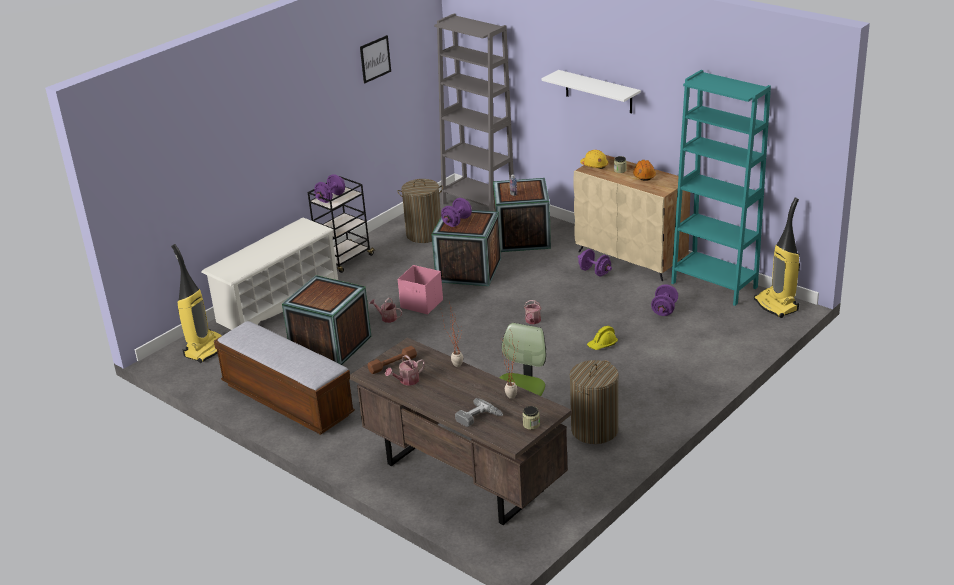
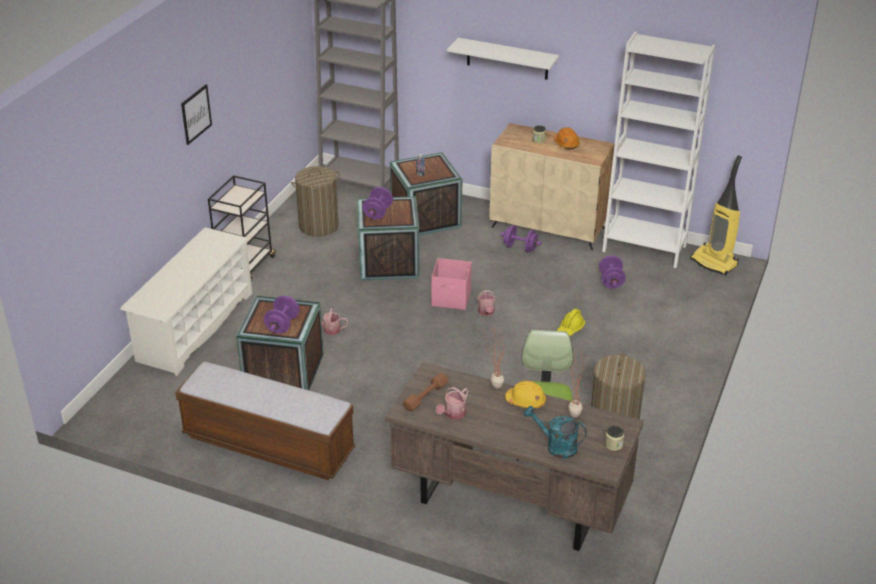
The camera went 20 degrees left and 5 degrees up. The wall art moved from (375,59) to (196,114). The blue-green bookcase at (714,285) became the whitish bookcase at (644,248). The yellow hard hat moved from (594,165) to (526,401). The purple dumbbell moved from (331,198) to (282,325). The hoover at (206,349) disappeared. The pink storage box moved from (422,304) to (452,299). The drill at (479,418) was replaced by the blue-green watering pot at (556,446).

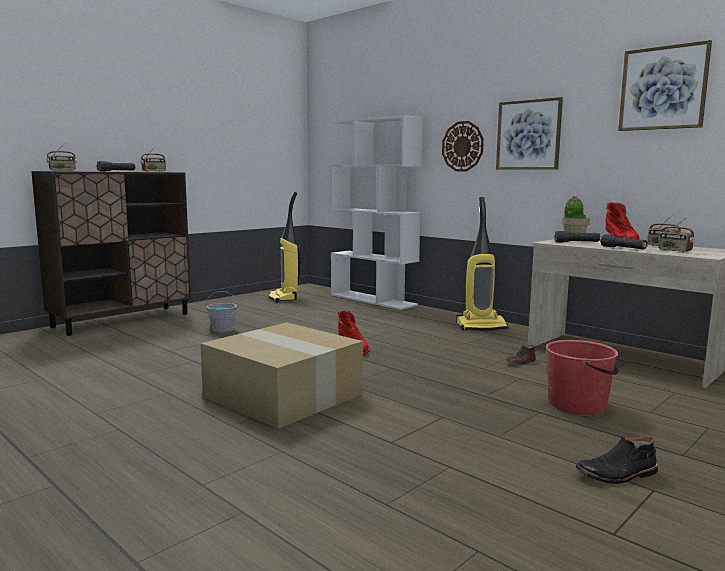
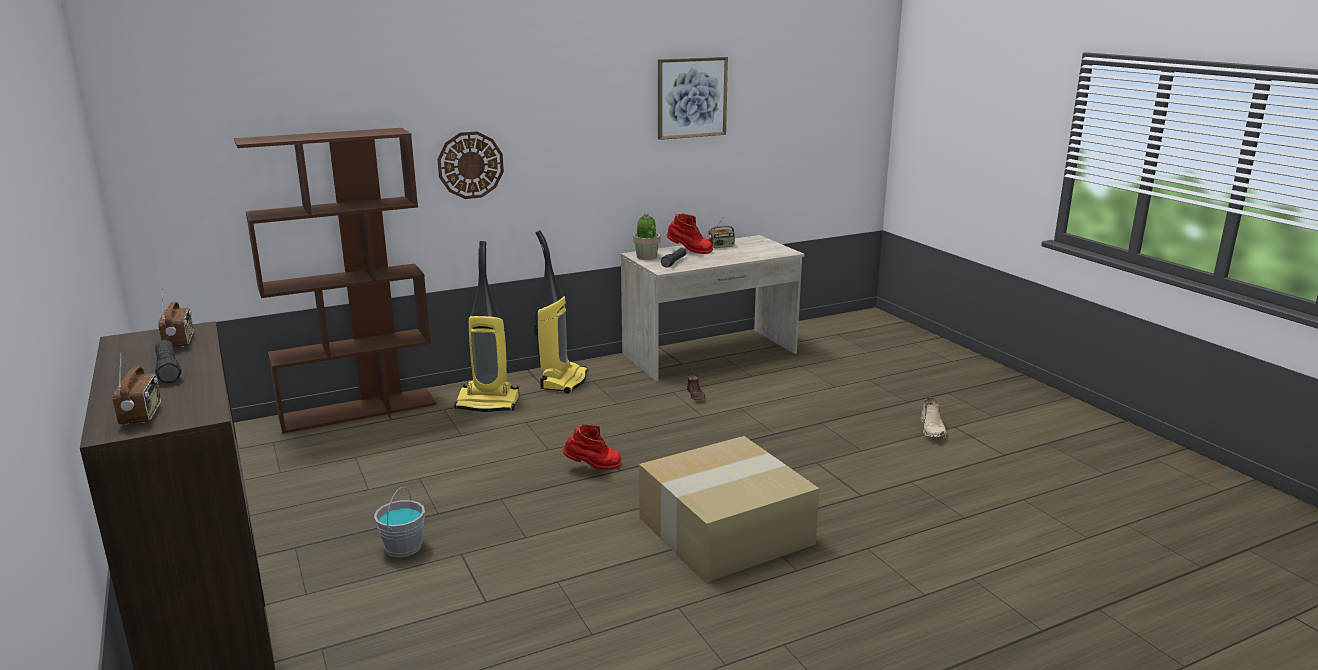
The camera went 70 degrees left and 10 degrees up. The wall art at (528,135) disappeared. The whitish bookcase at (373,300) became the brownish bookcase at (359,410). The hoover moved from (284,298) to (489,403). The radio at (674,251) disappeared. The black-coloured hand torch at (623,248) disappeared. The red-coloured pail at (578,404) disappeared. The black-coloured high-top boot at (617,475) became the beige high-top boot at (932,430).

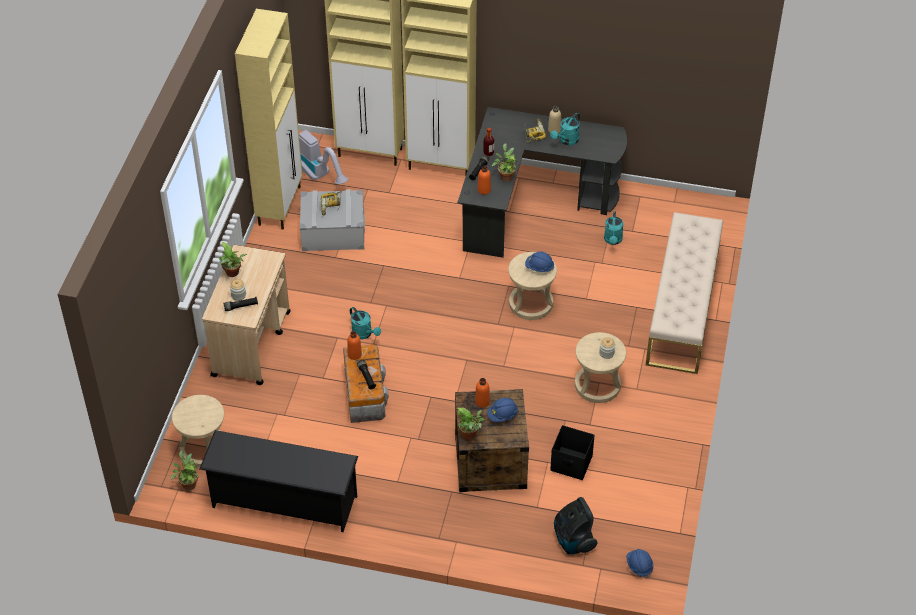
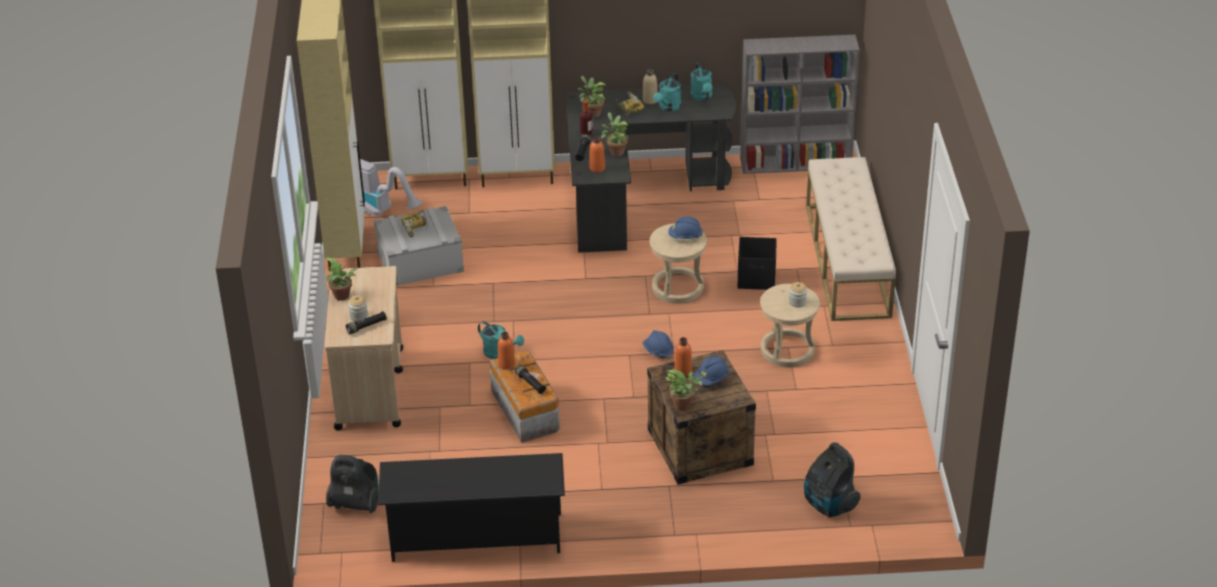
The camera went 15 degrees left and 10 degrees down. The blue-green watering pot moved from (613,240) to (702,97). The beige sitting stool at (203,448) was replaced by the hoover at (356,504). The black-coloured storage box moved from (571,464) to (757,279). The houseplant moved from (188,484) to (592,113). The blue-coloured hard hat moved from (639,566) to (658,351). The gray bookcase at (796,163) appeared.

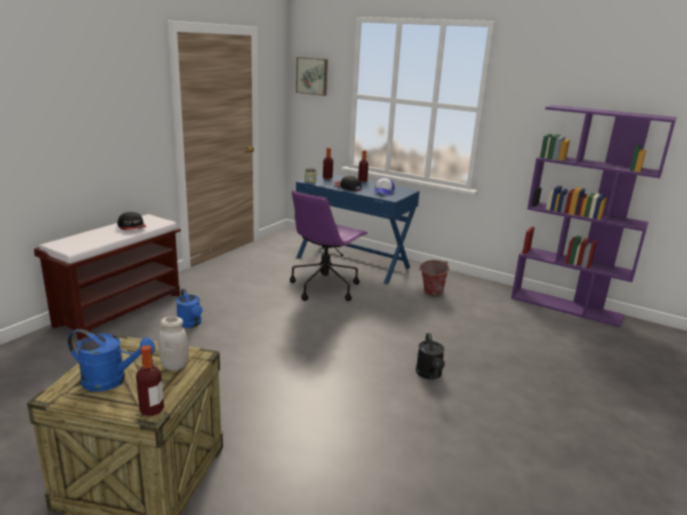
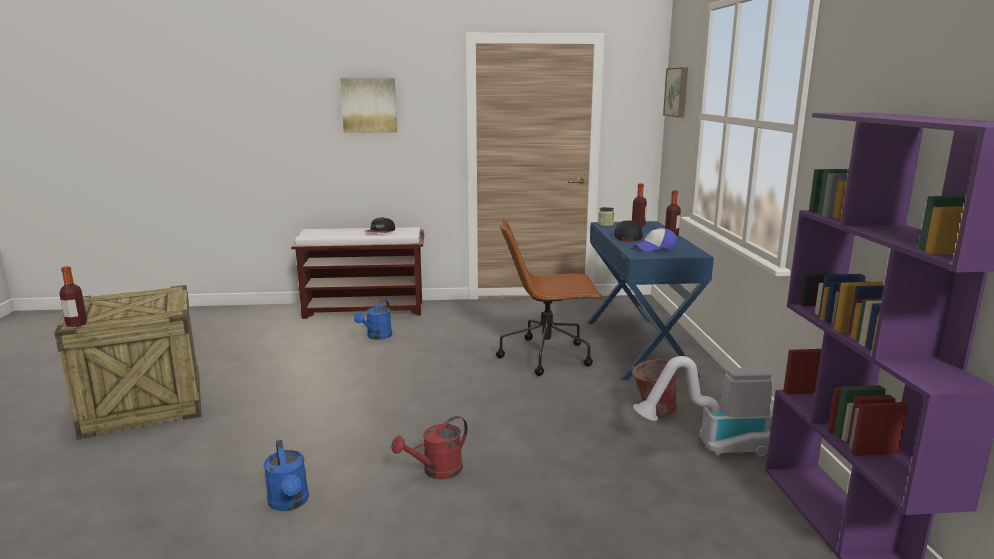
The camera went 55 degrees right and 5 degrees down. The purple computer chair at (325,287) became the brownish computer chair at (547,355). The whitish jar at (175,366) disappeared. The blue-coloured watering pot moved from (111,381) to (290,503). The black-coloured watering pot at (429,375) became the red-coloured watering pot at (436,471). The wall art at (369,105) appeared. The hoover at (710,447) appeared.

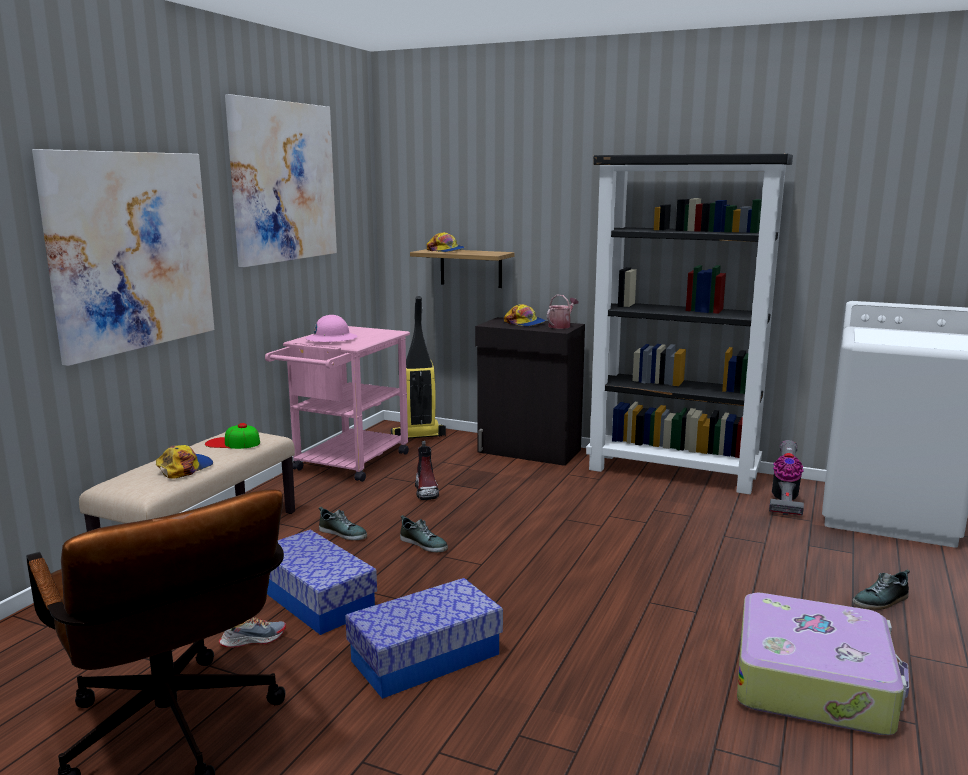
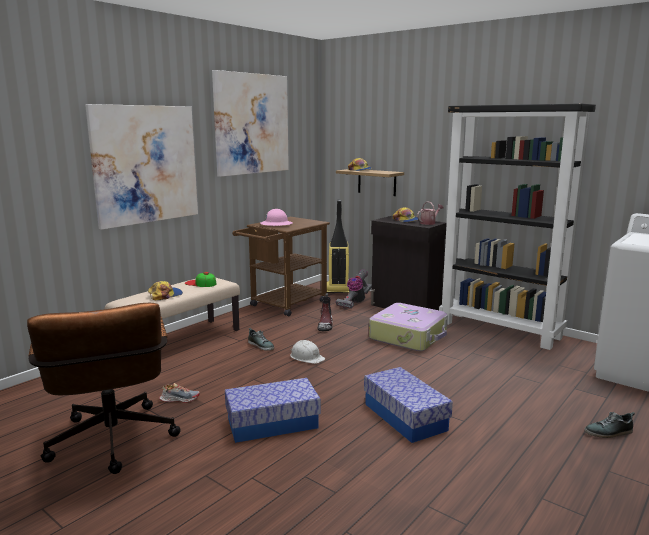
The camera went 15 degrees right and 0 degrees up. The pink trolley at (346,465) became the brownish trolley at (284,305). The hoover moved from (784,501) to (355,302). The low shoe at (424,544) was replaced by the whitish hard hat at (307,357). The storage box moved from (316,600) to (405,417). The travel case moved from (814,681) to (409,336).

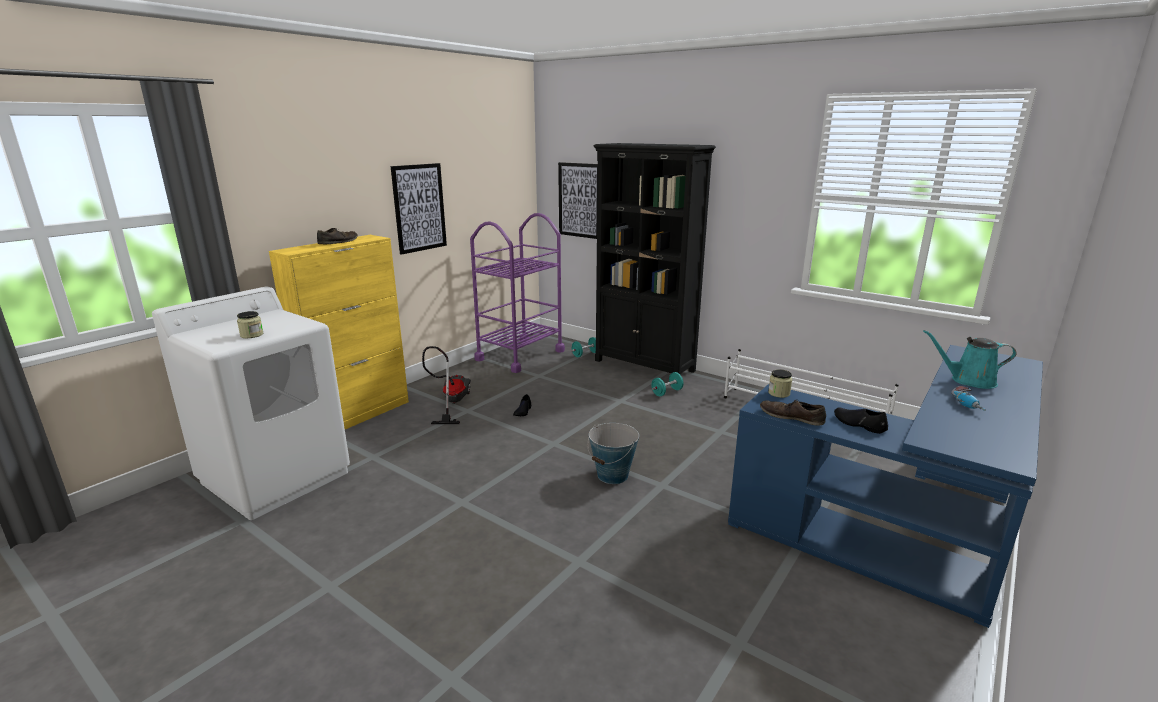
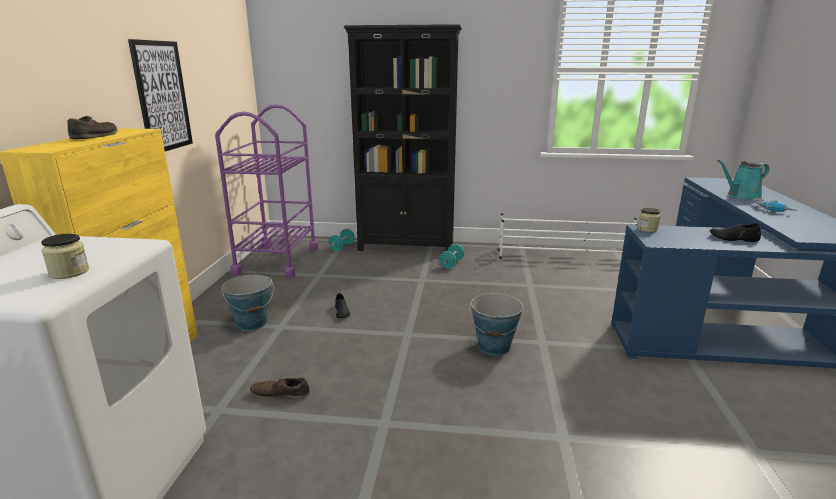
The camera went 30 degrees left and 0 degrees up. The wall art at (579,200) disappeared. The hoover at (451,403) was replaced by the pail at (252,323). The brownish low shoe moved from (791,417) to (280,393).

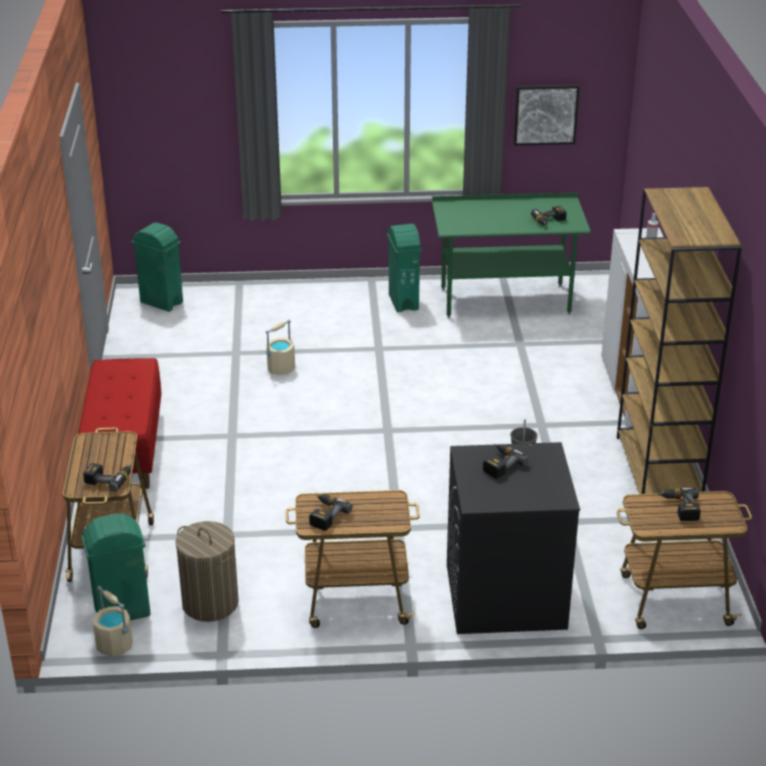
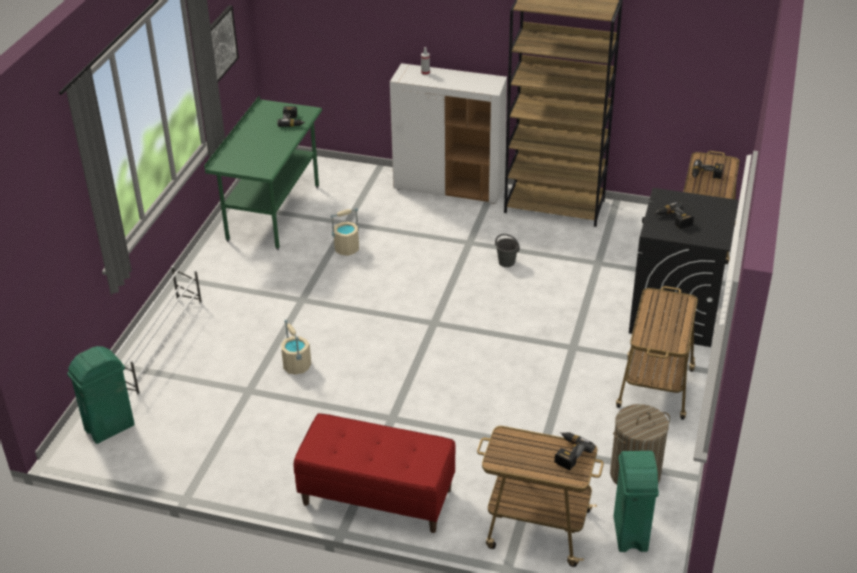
The camera went 70 degrees left and 5 degrees up. The green waste bin at (403,302) disappeared. The drill at (325,515) disappeared. The beige pail moved from (115,645) to (347,248). The whitish shoe shelf at (160,344) appeared.

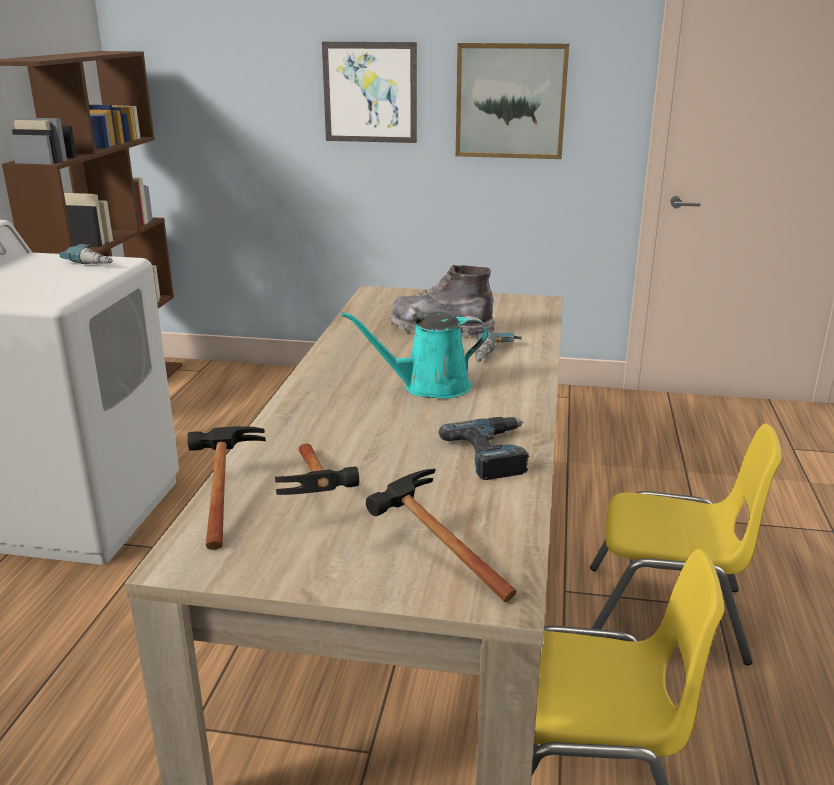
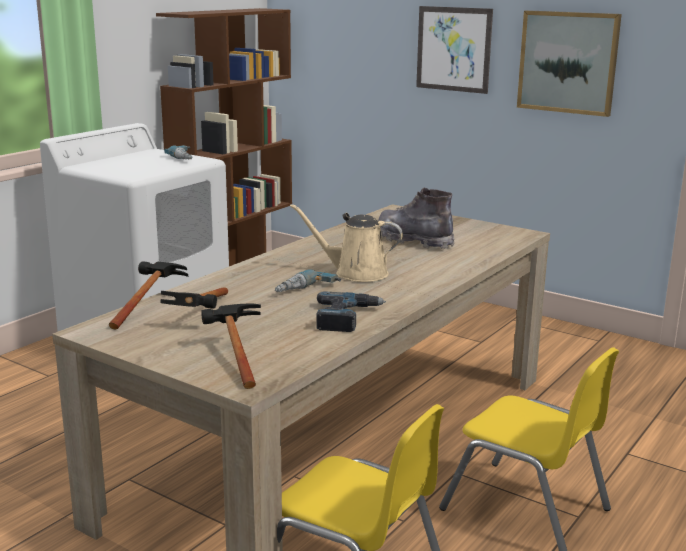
The camera went 25 degrees right and 5 degrees down. The blue-green watering pot at (429,387) became the beige watering pot at (355,273). The drill moved from (496,355) to (307,291).

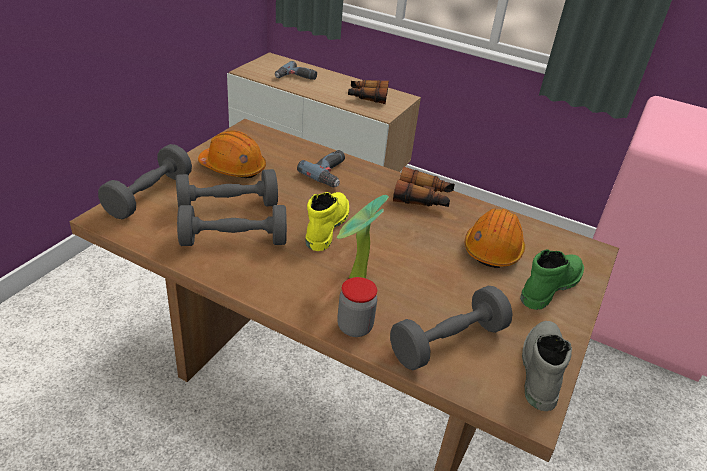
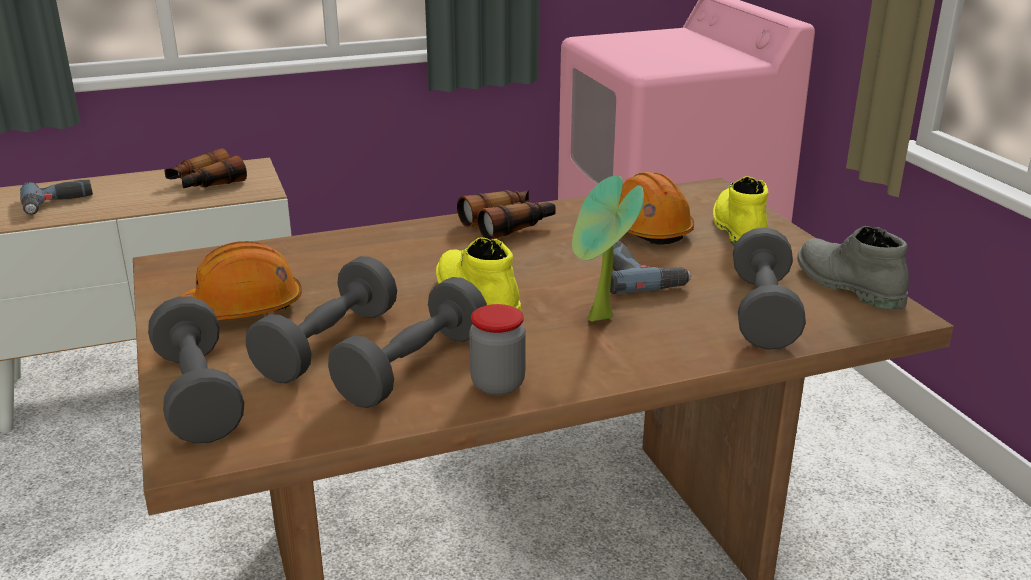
The camera went 45 degrees left and 10 degrees down. The drill moved from (331,173) to (640,276). The green high-top boot at (549,286) became the yellow high-top boot at (737,230). The jar moved from (354,327) to (497,384).

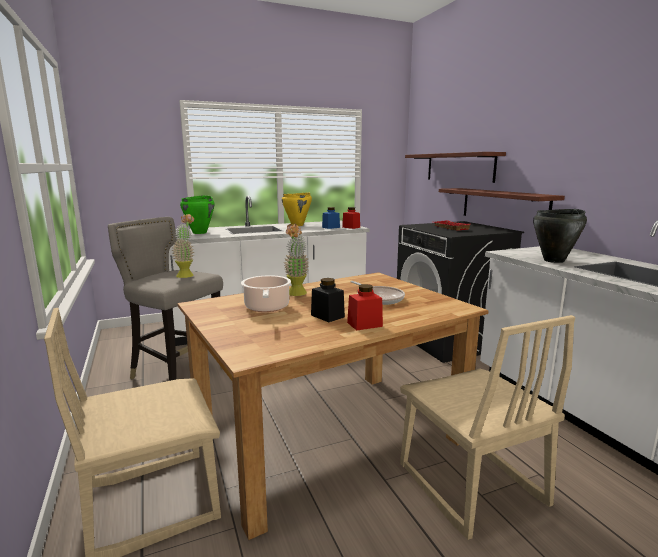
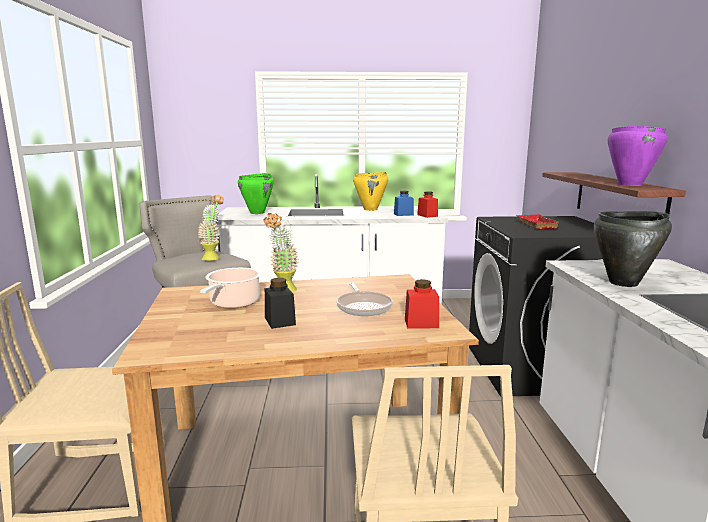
The camera went 20 degrees right and 0 degrees up. The bracket shelf at (459,167) disappeared. The red-coloured jar moved from (364,324) to (421,323). The purple stockpot at (629,185) appeared.

